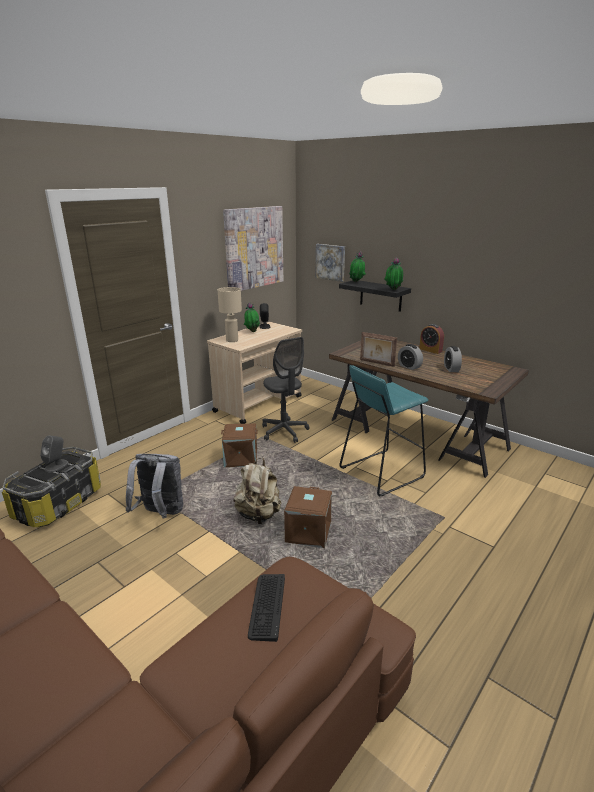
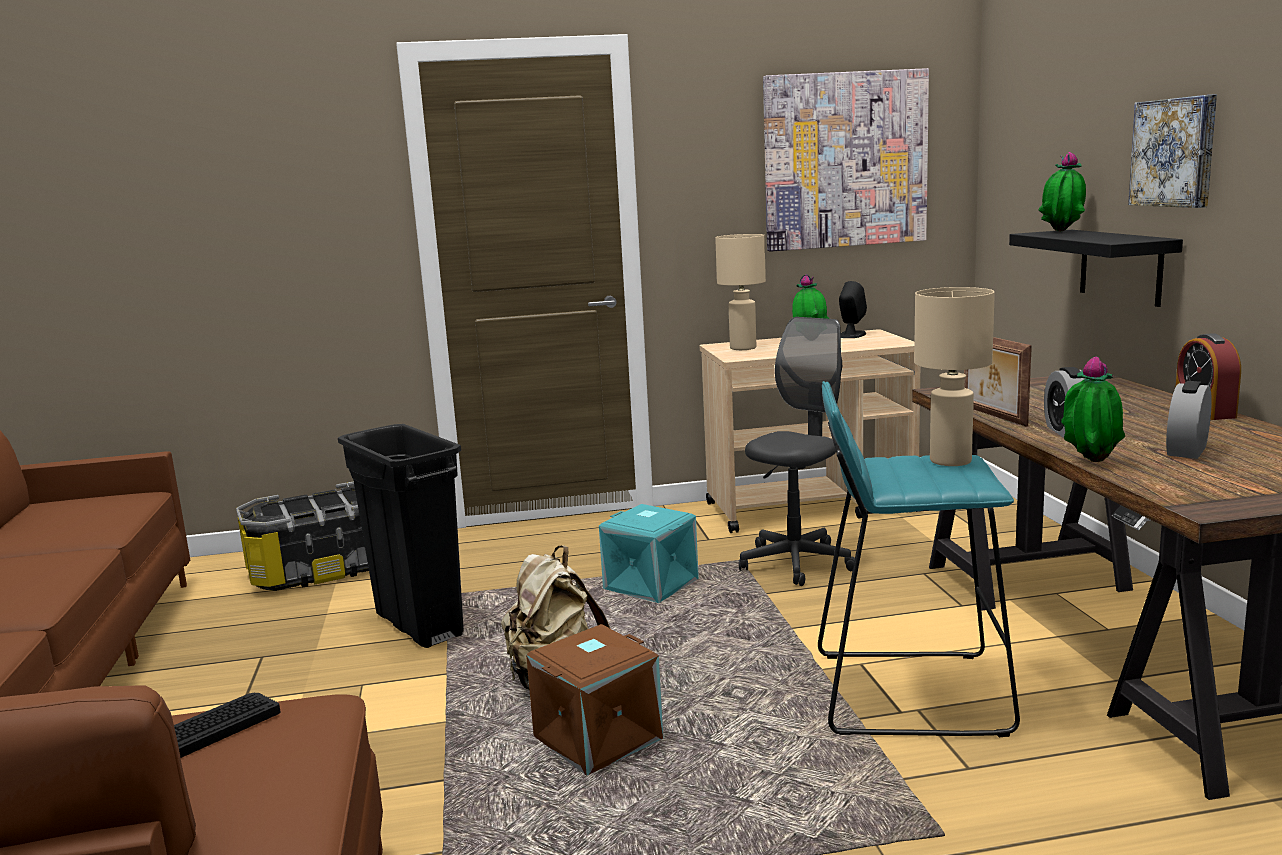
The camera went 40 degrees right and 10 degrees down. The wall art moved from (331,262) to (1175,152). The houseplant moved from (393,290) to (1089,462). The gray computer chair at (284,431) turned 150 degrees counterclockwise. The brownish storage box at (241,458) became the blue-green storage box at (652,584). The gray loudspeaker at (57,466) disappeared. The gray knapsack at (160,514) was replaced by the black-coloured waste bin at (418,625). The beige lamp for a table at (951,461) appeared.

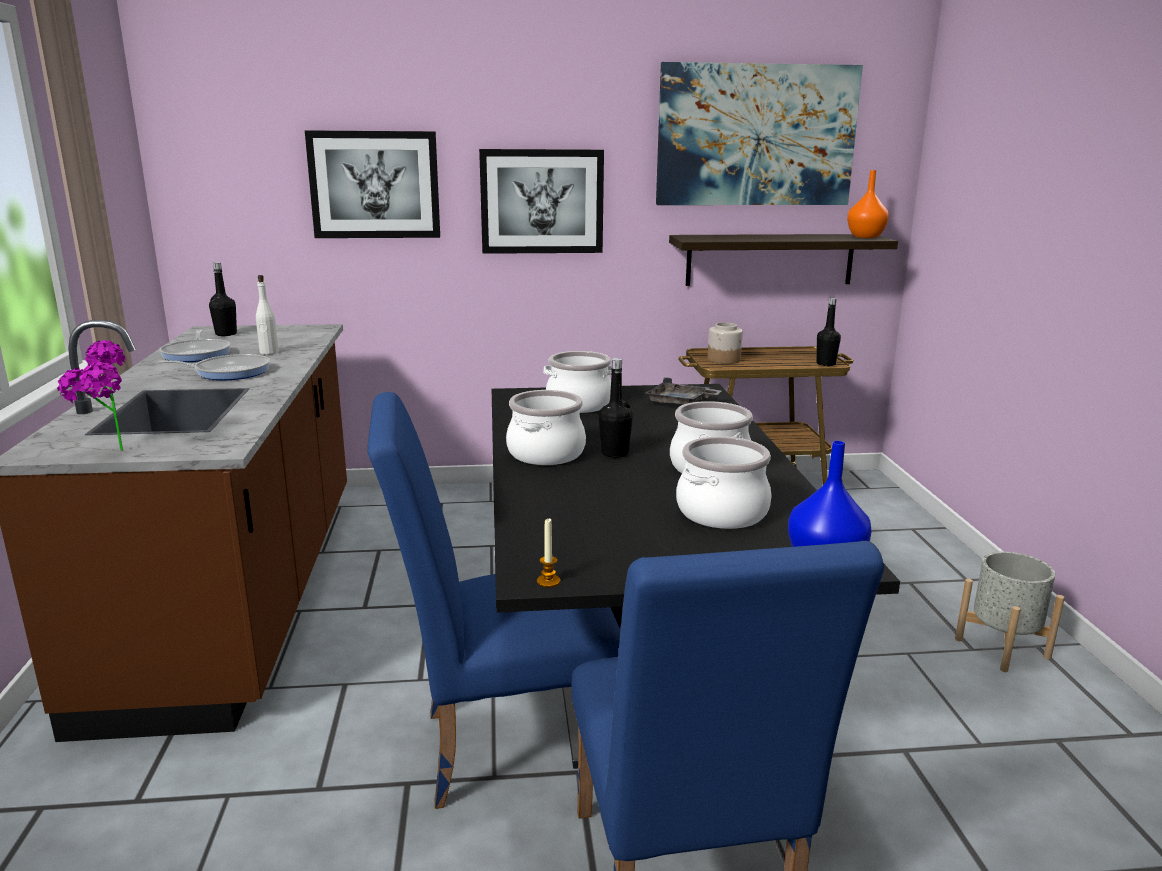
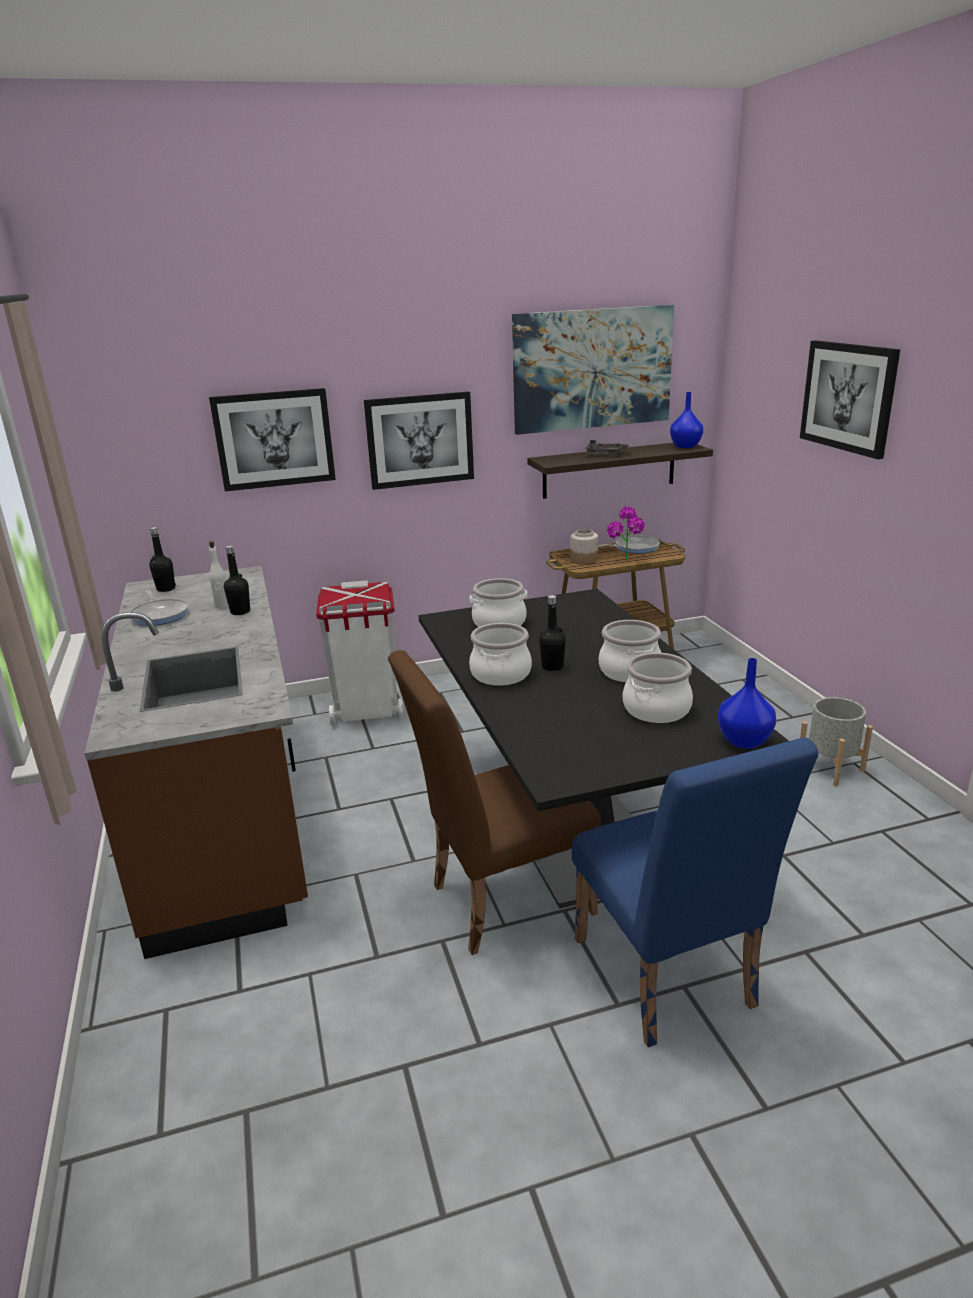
The camera went 10 degrees left and 5 degrees up. The orange-coloured flower vase at (865,237) became the blue-coloured flower vase at (685,446). The black-coloured beverage bottle moved from (825,364) to (240,612). The houseplant moved from (109,454) to (625,562). The pan moved from (228,372) to (634,548). The gray serving tray moved from (680,403) to (605,454). The blue-coloured upright chair at (501,747) became the brownish upright chair at (500,901). The wax candle at (548,581) disappeared. The wall art at (848,397) appeared. The whitish waste bin at (367,711) appeared.

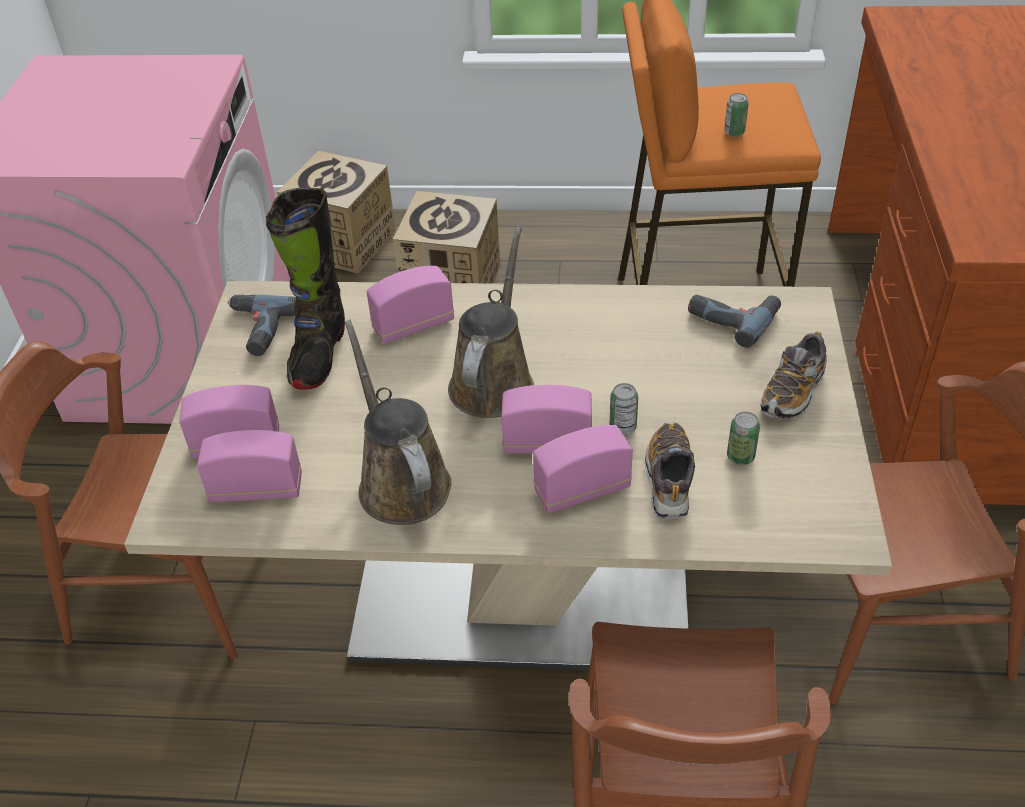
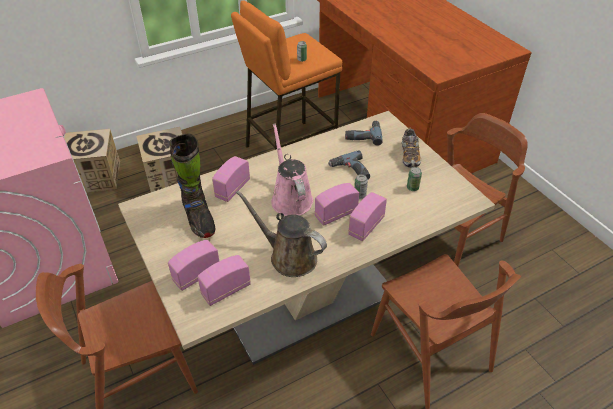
The camera went 35 degrees left and 0 degrees up. The brownish watering pot at (493,381) became the pink watering pot at (290,198). The drill moved from (256,330) to (350,171). The low shoe at (669,479) disappeared.

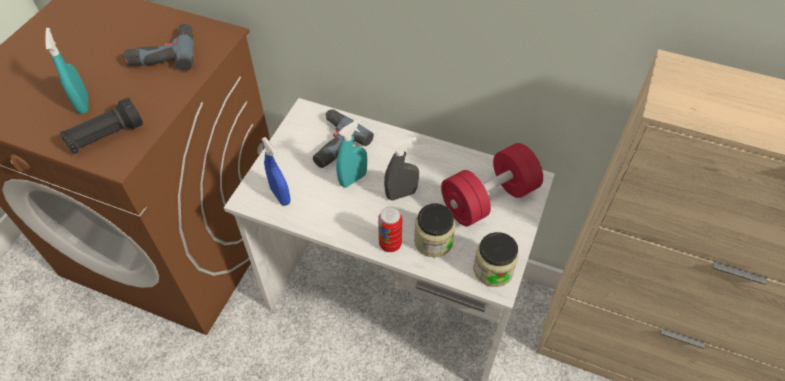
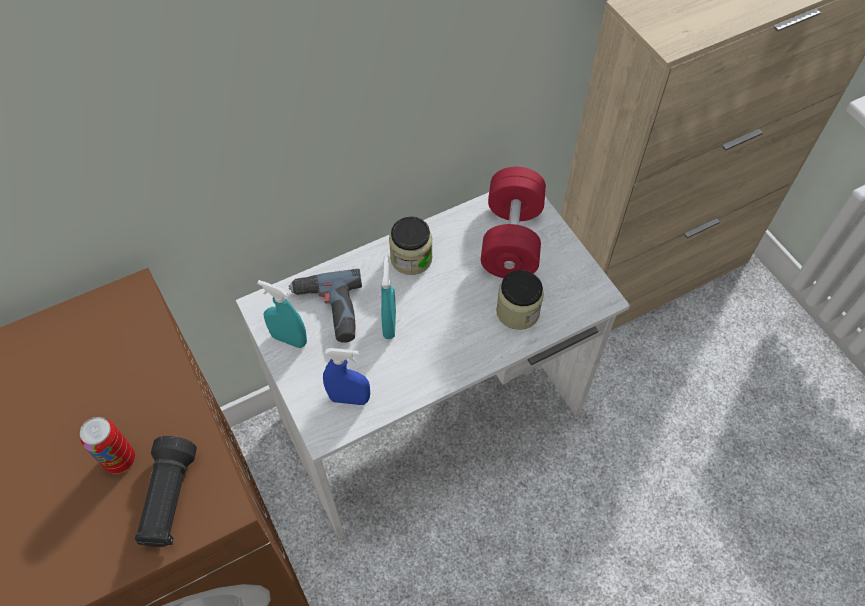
The camera went 50 degrees left and 5 degrees up. The drill at (163,53) disappeared. The blue-green spray bottle moved from (83,103) to (289,339). The gray spray bottle at (401,194) disappeared. The metal can moved from (390,244) to (120,459). The jar moved from (493,270) to (411,258).

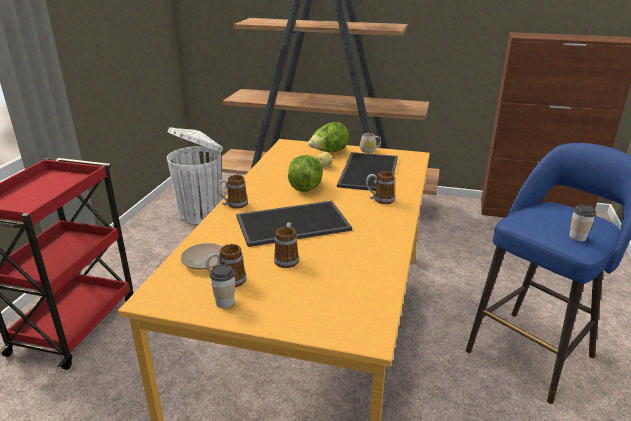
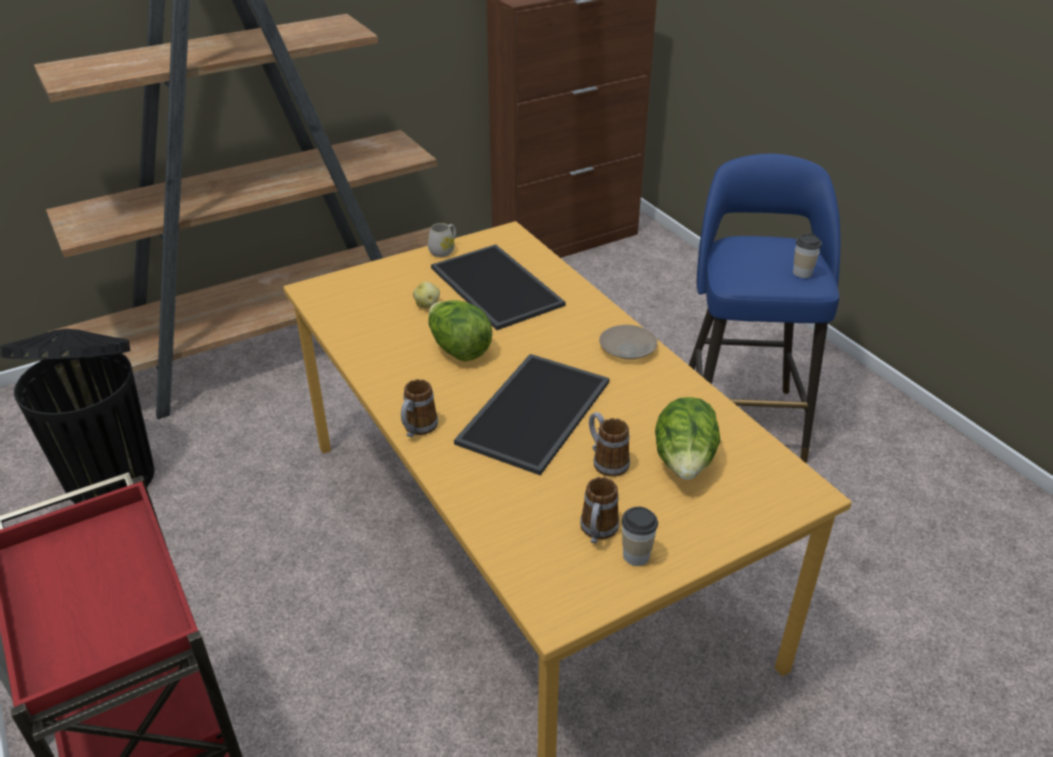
The camera went 45 degrees left and 10 degrees up. The lettuce head moved from (328,152) to (684,463). The whitish waste bin at (202,213) became the black-coloured waste bin at (111,476). The tea mug at (380,200) disappeared. The beige flat dish moved from (204,261) to (628,349).

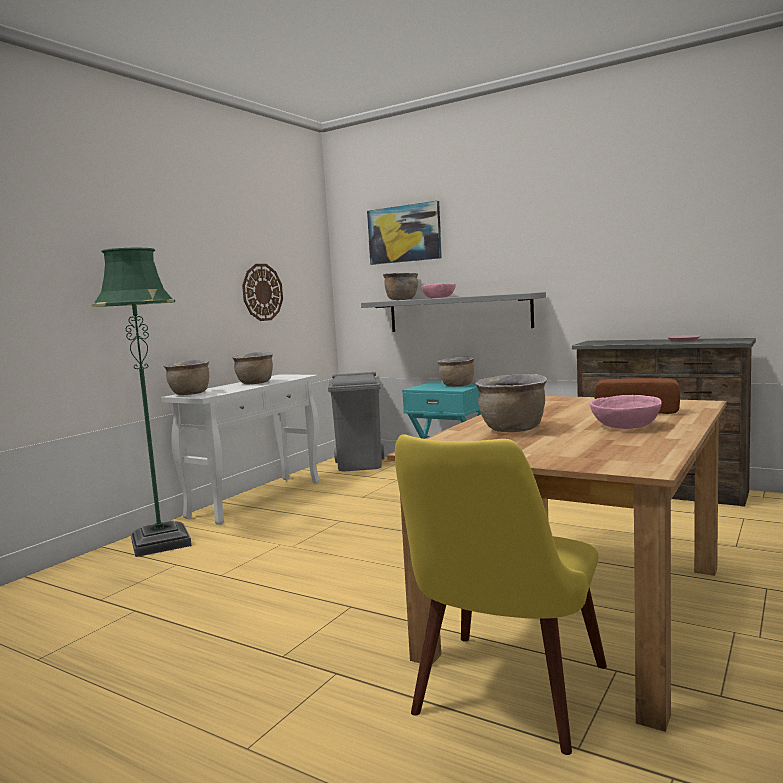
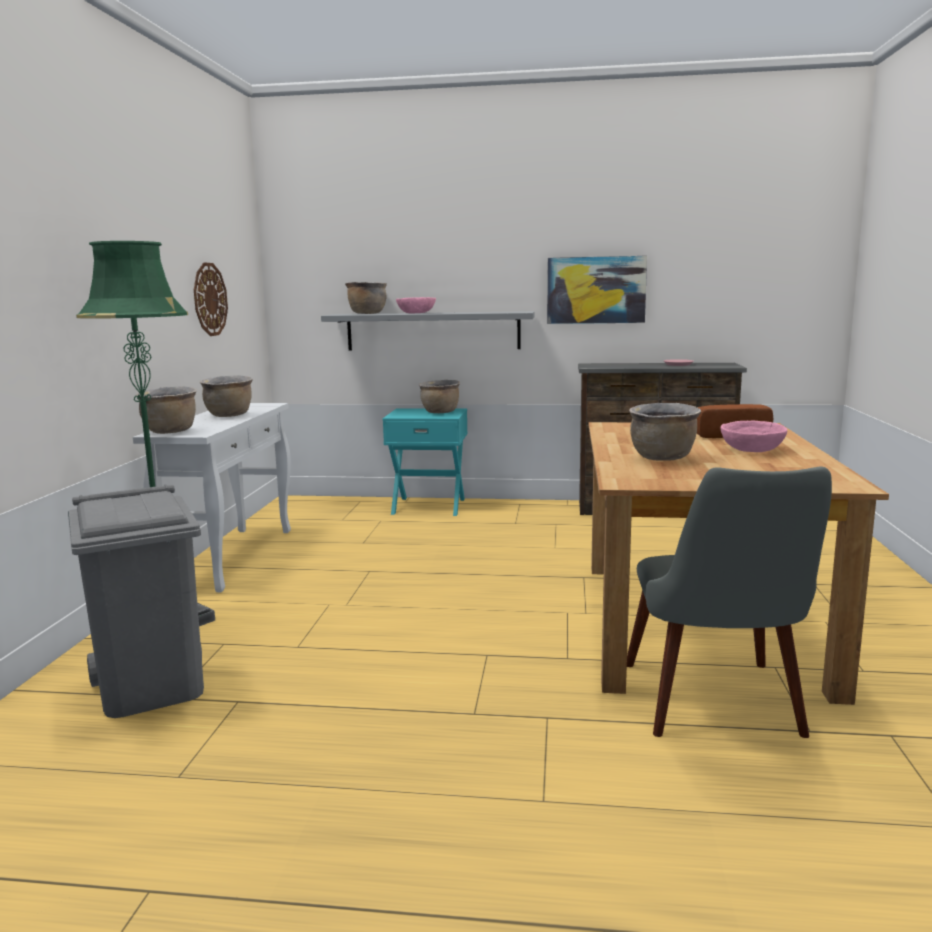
The camera went 25 degrees left and 5 degrees up. The wall art moved from (404,234) to (596,290). The gray waste bin moved from (360,464) to (152,687). The yellow upright chair at (503,703) became the gray upright chair at (719,710).

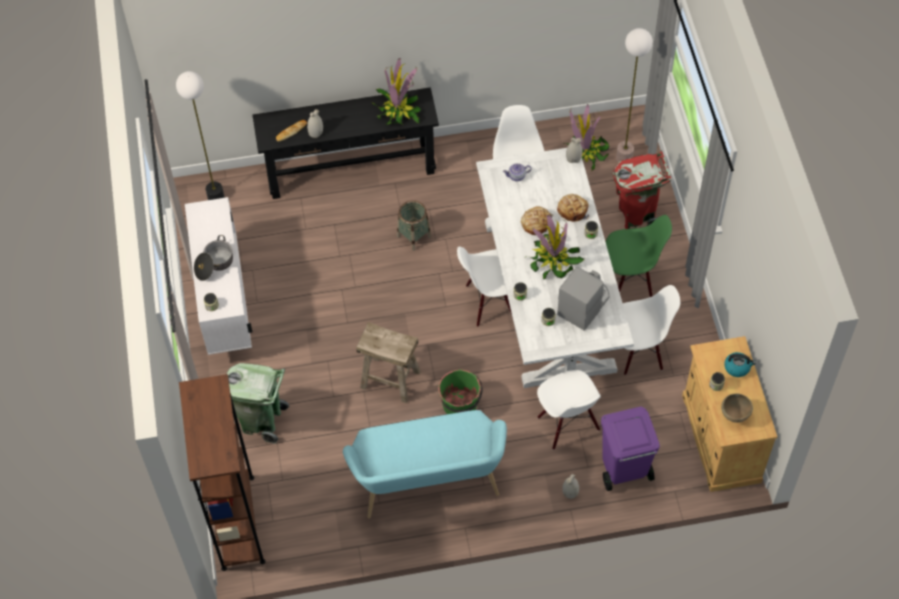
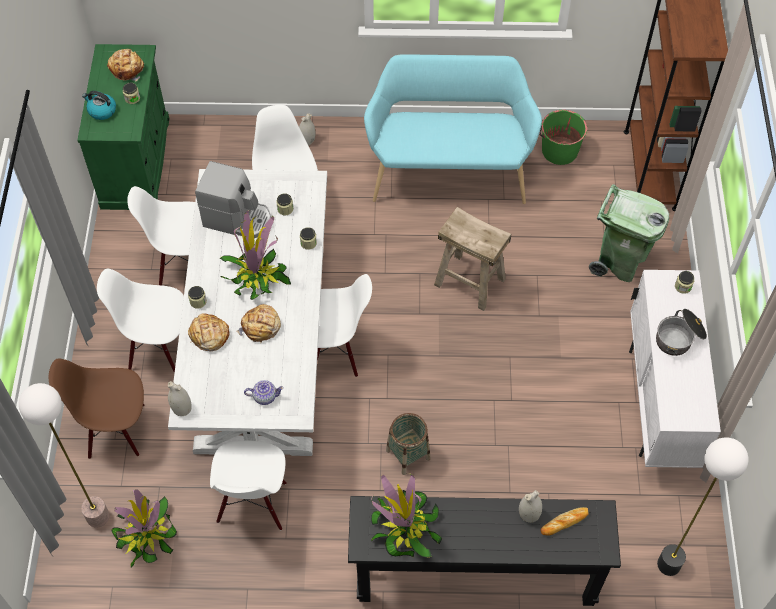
The camera went 170 degrees left and 0 degrees up. The red-coloured waste bin at (636,215) was replaced by the brownish upright chair at (116,429). The green upright chair at (631,280) became the whitish upright chair at (158,346). The coffee brewer at (584,305) turned 120 degrees counterclockwise. The beige cabinet at (720,438) became the green cabinet at (136,162). The green pail moved from (460,405) to (559,150). The brownish serving bowl at (735,415) was replaced by the baked bread at (127,68). The purple waste bin at (623,470) disappeared.

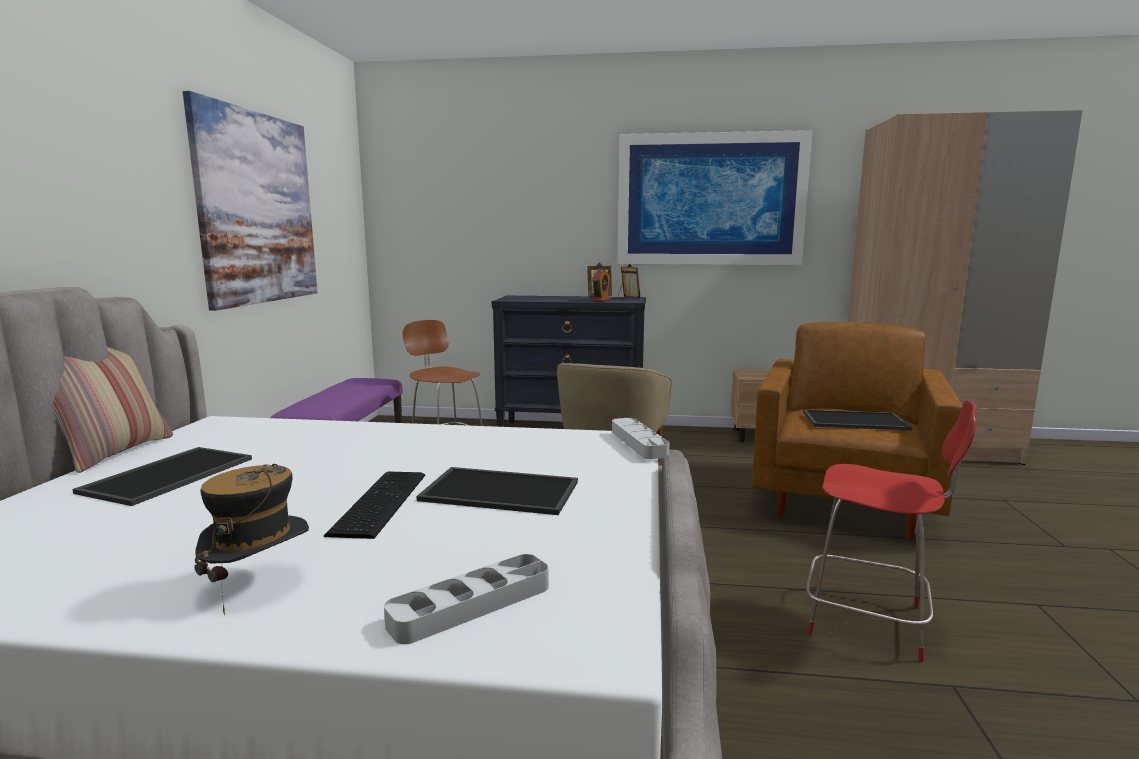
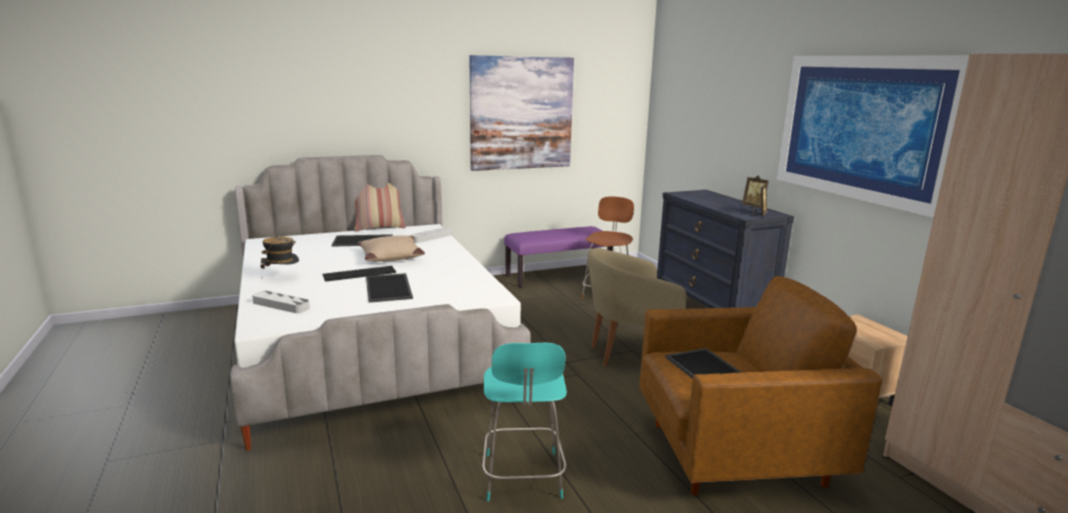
The camera went 60 degrees right and 5 degrees up. The bedside clock at (601,300) disappeared. The red-coloured upright chair at (870,622) became the blue-green upright chair at (522,478). The gray serving tray moved from (638,443) to (431,237). The beige pillow at (390,256) appeared.

